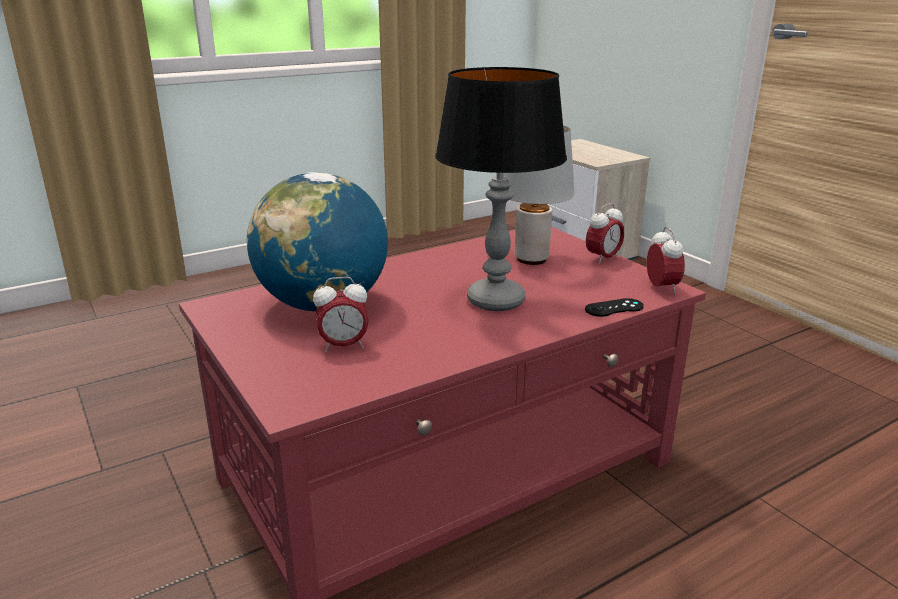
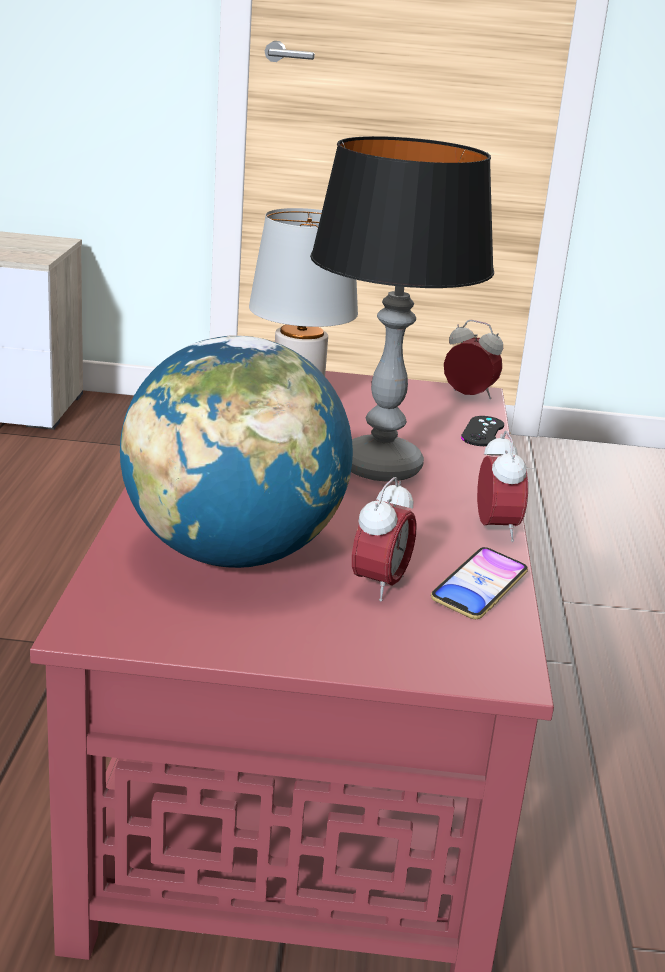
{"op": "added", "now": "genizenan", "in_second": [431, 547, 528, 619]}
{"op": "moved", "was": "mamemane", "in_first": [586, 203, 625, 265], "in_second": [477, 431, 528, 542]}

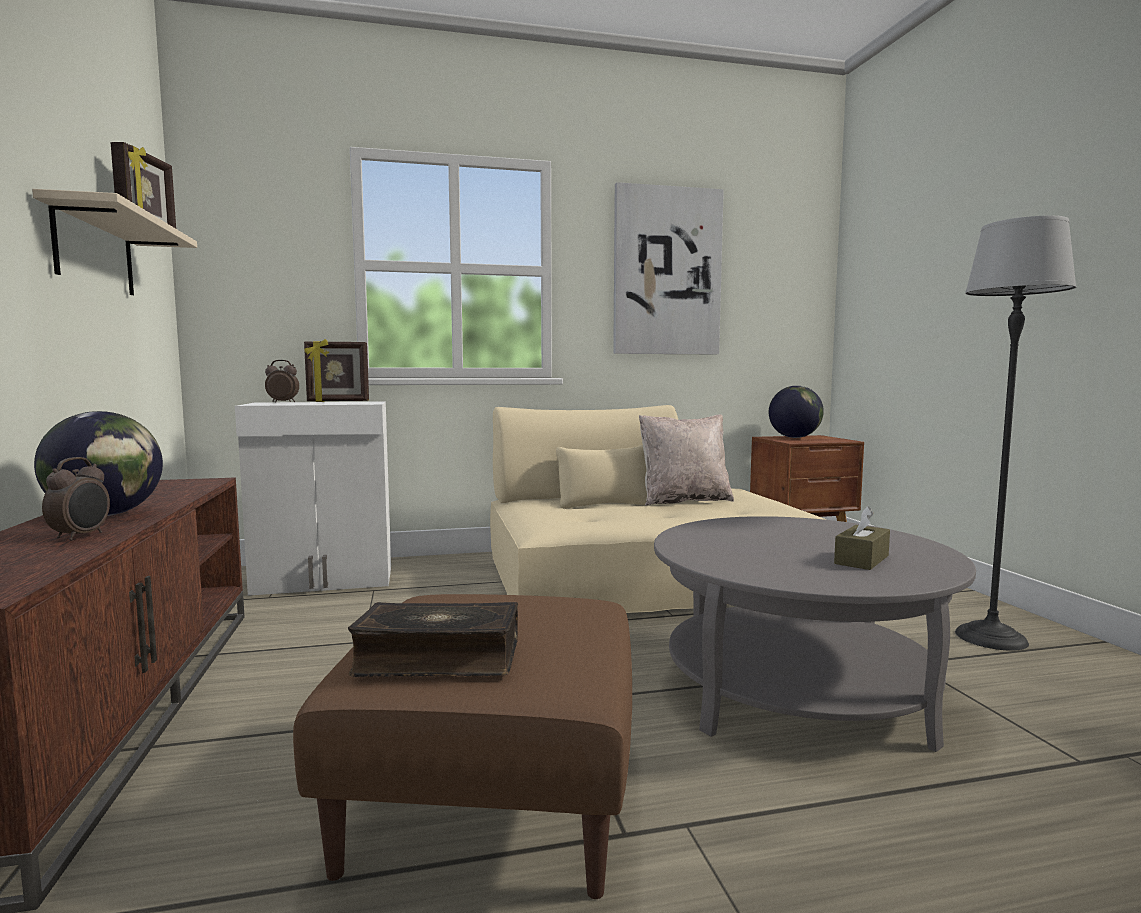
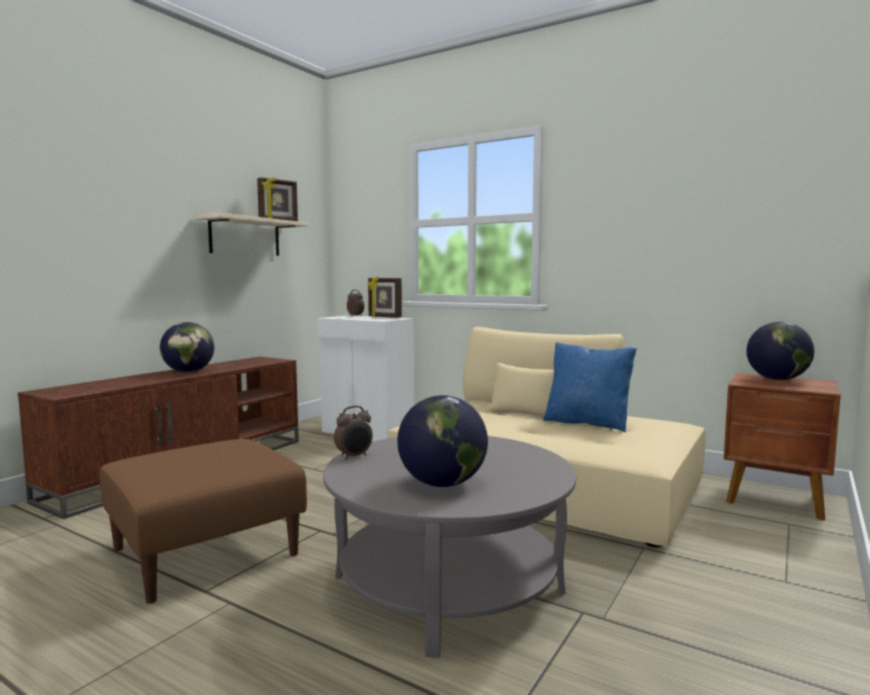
{"op": "removed", "was": "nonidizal", "in_first": [348, 602, 518, 677]}
{"op": "removed", "was": "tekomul", "in_first": [613, 182, 724, 354]}
{"op": "removed", "was": "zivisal", "in_first": [955, 216, 1076, 651]}
{"op": "moved", "was": "mamemane", "in_first": [42, 457, 110, 541], "in_second": [334, 406, 373, 460]}
{"op": "replaced", "was": "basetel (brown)", "now": "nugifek", "in_first": [834, 506, 890, 570], "in_second": [397, 395, 488, 487]}
{"op": "recoloured", "was": "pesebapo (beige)", "now": "pesebapo (blue)", "in_first": [639, 415, 734, 506], "in_second": [543, 342, 637, 432]}

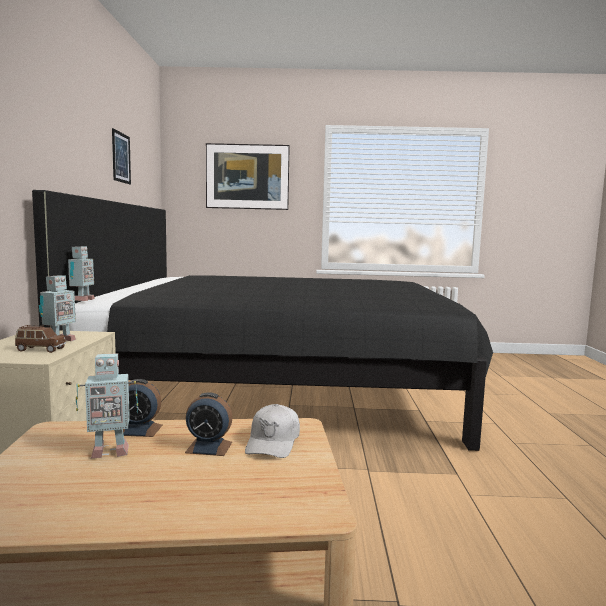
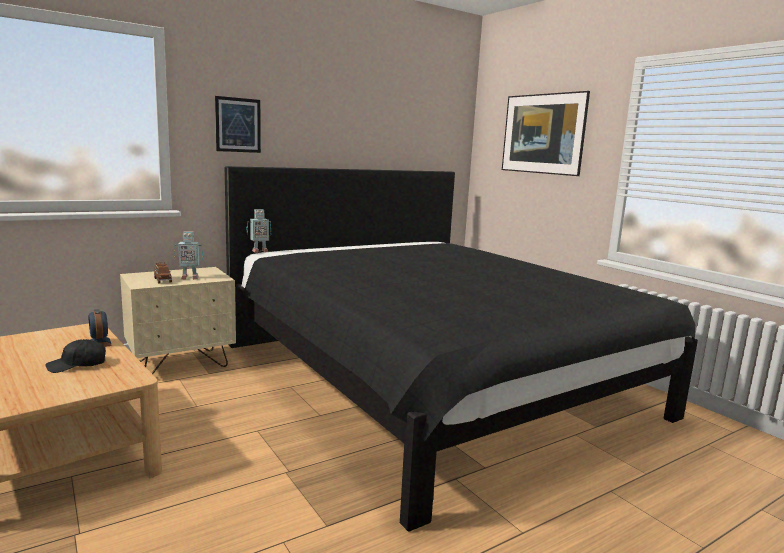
{"op": "removed", "was": "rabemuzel", "in_first": [76, 353, 138, 458]}
{"op": "removed", "was": "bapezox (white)", "in_first": [245, 404, 300, 458]}
{"op": "moved", "was": "tekomul", "in_first": [112, 128, 131, 184], "in_second": [215, 96, 261, 153]}
{"op": "replaced", "was": "mamemane", "now": "bapezox (black)", "in_first": [185, 392, 233, 456], "in_second": [46, 339, 106, 373]}

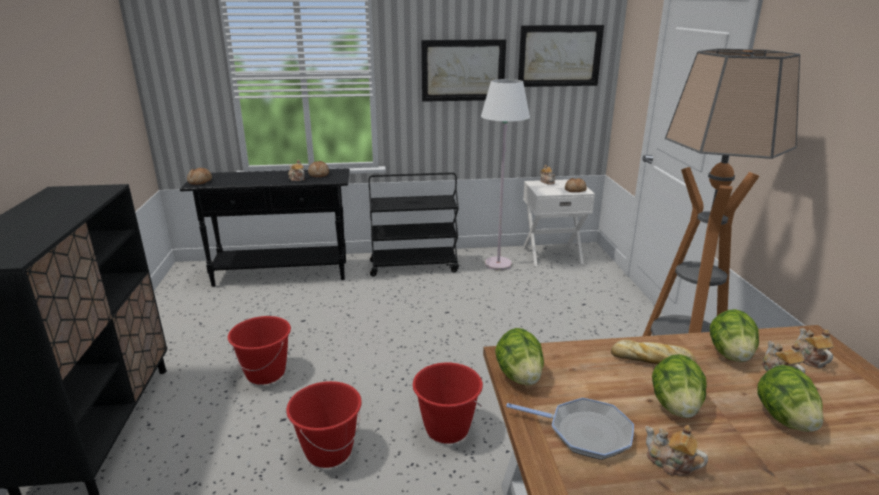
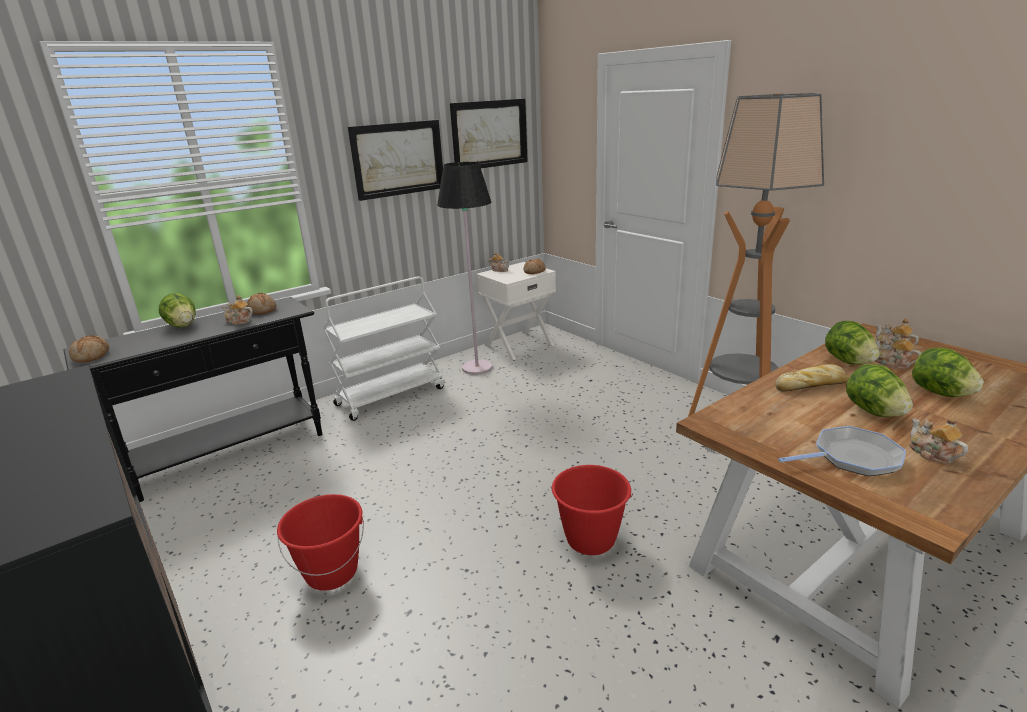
{"op": "removed", "was": "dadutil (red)", "in_first": [286, 381, 362, 468]}
{"op": "moved", "was": "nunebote", "in_first": [495, 328, 544, 385], "in_second": [159, 293, 196, 327]}
{"op": "recoloured", "was": "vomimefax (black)", "now": "vomimefax (white)", "in_first": [369, 172, 459, 277], "in_second": [323, 276, 445, 421]}
{"op": "recoloured", "was": "zivisal (white)", "now": "zivisal (black)", "in_first": [481, 79, 530, 271], "in_second": [437, 162, 492, 375]}
{"op": "turned", "was": "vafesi", "in_first": [645, 425, 708, 476], "in_second": [909, 417, 968, 463], "clockwise": 60}

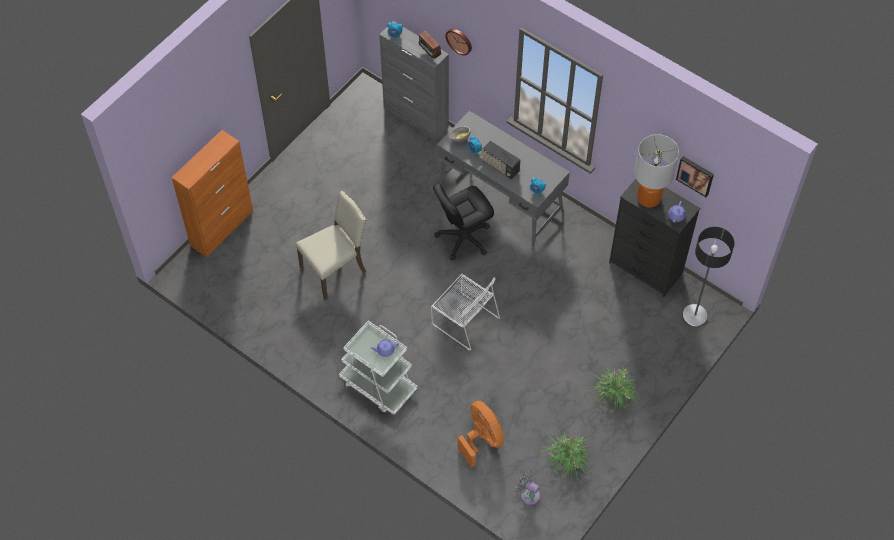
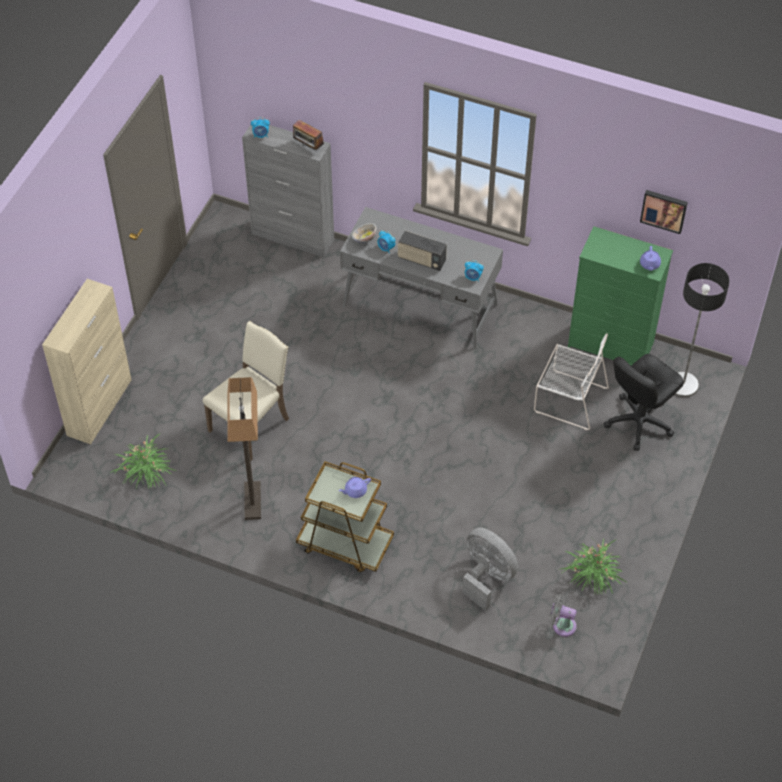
{"op": "removed", "was": "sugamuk", "in_first": [445, 29, 472, 55]}
{"op": "removed", "was": "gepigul", "in_first": [634, 134, 679, 208]}
{"op": "added", "now": "zivisal", "in_second": [227, 377, 261, 520]}
{"op": "moved", "was": "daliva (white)", "in_first": [431, 274, 500, 351], "in_second": [534, 333, 609, 430]}
{"op": "moved", "was": "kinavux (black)", "in_first": [433, 183, 494, 260], "in_second": [604, 354, 684, 451]}
{"op": "moved", "was": "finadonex", "in_first": [590, 365, 640, 411], "in_second": [110, 433, 176, 488]}
{"op": "recoloured", "was": "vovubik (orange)", "now": "vovubik (beige)", "in_first": [172, 130, 253, 257], "in_second": [42, 279, 132, 444]}
{"op": "recoloured", "was": "vomimefax (white)", "now": "vomimefax (brown)", "in_first": [339, 320, 418, 415], "in_second": [296, 461, 394, 573]}
{"op": "recoloured", "was": "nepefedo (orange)", "now": "nepefedo (grey)", "in_first": [458, 401, 504, 468], "in_second": [463, 528, 519, 611]}
{"op": "recoloured", "was": "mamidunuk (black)", "now": "mamidunuk (green)", "in_first": [609, 179, 700, 298], "in_second": [568, 226, 673, 366]}

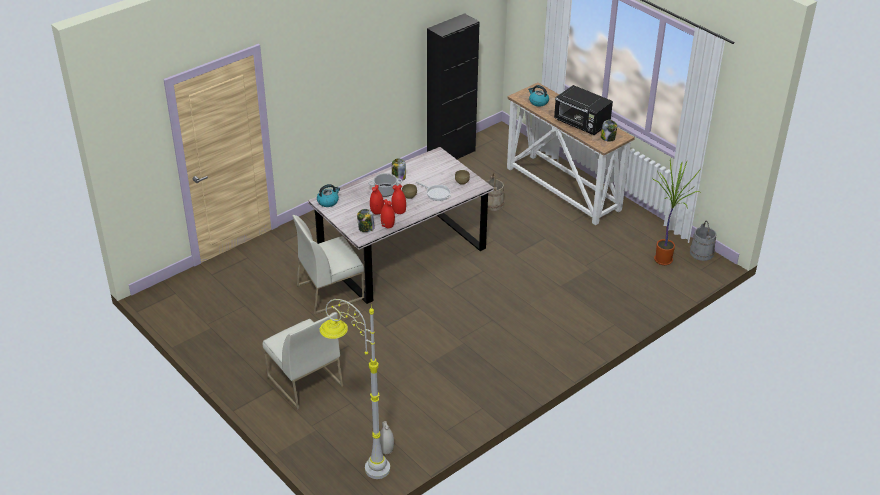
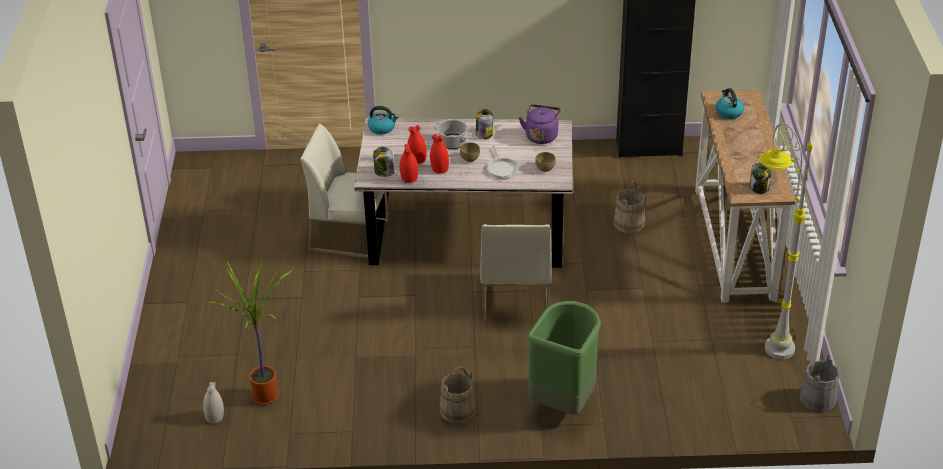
{"op": "removed", "was": "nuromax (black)", "in_first": [554, 85, 613, 135]}
{"op": "added", "now": "dadutil (beige)", "in_second": [440, 366, 476, 424]}
{"op": "added", "now": "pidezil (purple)", "in_second": [519, 104, 561, 144]}
{"op": "added", "now": "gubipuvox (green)", "in_second": [527, 301, 601, 415]}
{"op": "moved", "was": "daliva (white)", "in_first": [263, 312, 343, 410], "in_second": [481, 224, 552, 321]}
{"op": "moved", "was": "zivisal (grey)", "in_first": [320, 299, 390, 479], "in_second": [759, 123, 813, 359]}
{"op": "moved", "was": "finadonex", "in_first": [652, 159, 702, 265], "in_second": [209, 256, 294, 405]}

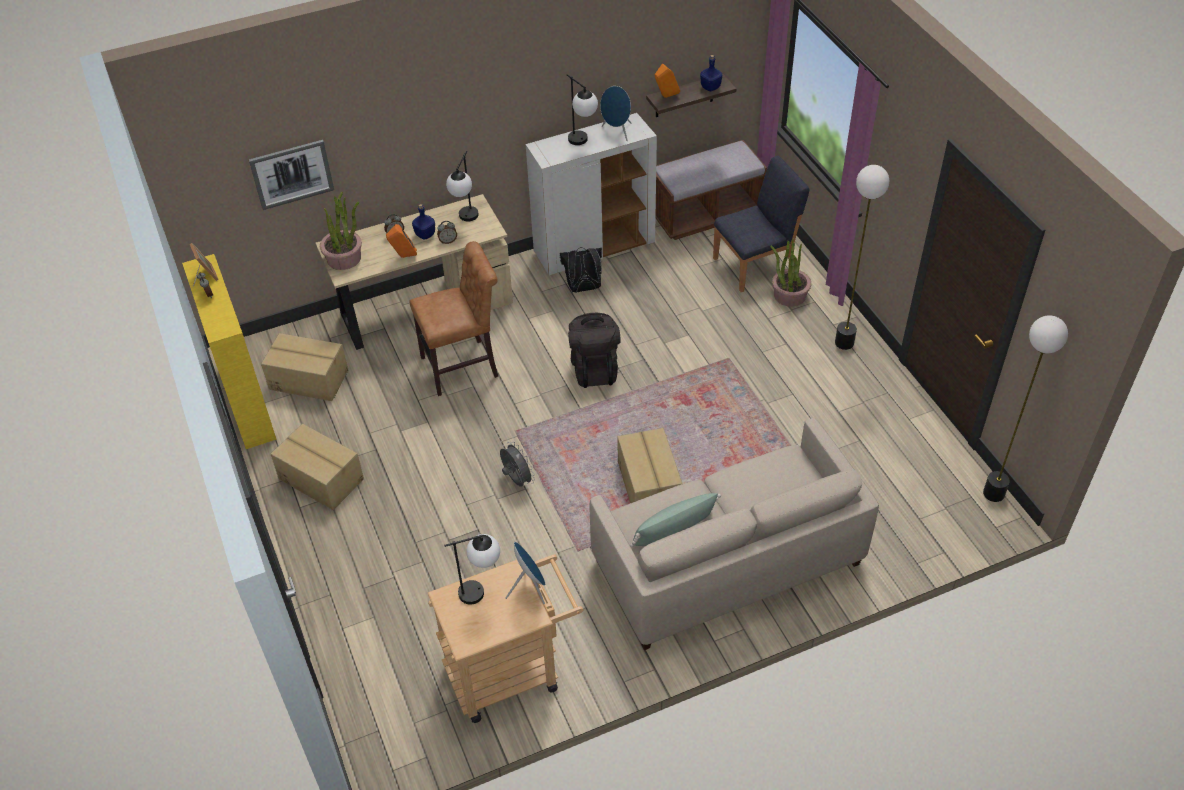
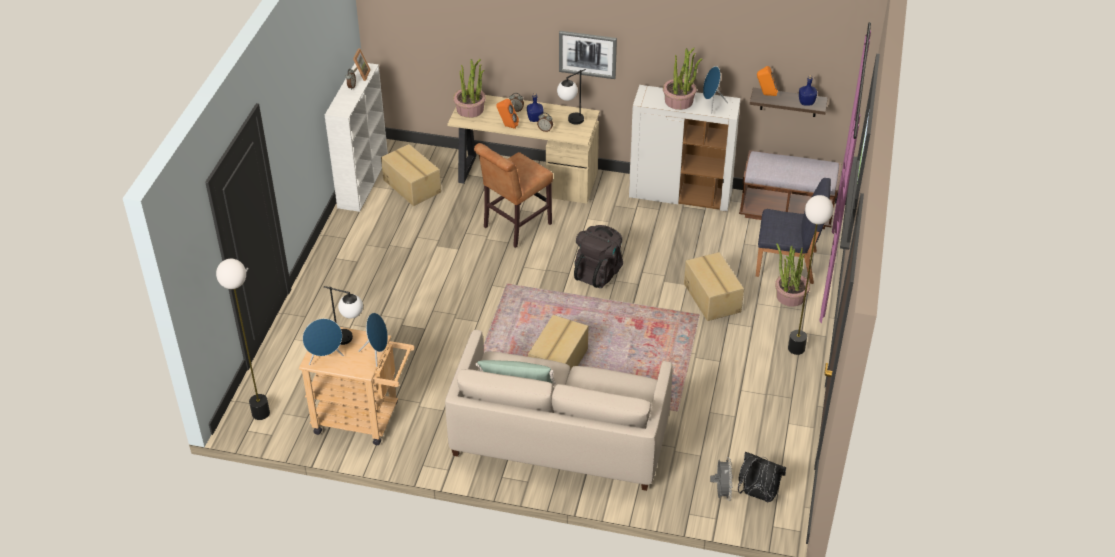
{"op": "added", "now": "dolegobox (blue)", "in_second": [303, 319, 344, 365]}
{"op": "moved", "was": "tekomul", "in_first": [249, 140, 334, 210], "in_second": [559, 31, 617, 79]}
{"op": "moved", "was": "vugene", "in_first": [271, 424, 364, 510], "in_second": [684, 252, 744, 321]}
{"op": "moved", "was": "nepefedo (grey)", "in_first": [500, 442, 535, 487], "in_second": [710, 457, 733, 501]}
{"op": "moved", "was": "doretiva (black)", "in_first": [559, 247, 602, 292], "in_second": [738, 452, 786, 502]}
{"op": "moved", "was": "zivisal", "in_first": [983, 315, 1068, 502], "in_second": [216, 259, 270, 420]}
{"op": "replaced", "was": "gepigul", "now": "finadonex", "in_first": [567, 74, 598, 145], "in_second": [663, 48, 702, 110]}
{"op": "recoloured", "was": "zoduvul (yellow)", "now": "zoduvul (white)", "in_first": [182, 254, 277, 449], "in_second": [325, 63, 388, 212]}
{"op": "turned", "was": "daliva (brown)", "in_first": [409, 241, 498, 396], "in_second": [474, 143, 553, 248], "clockwise": 120}

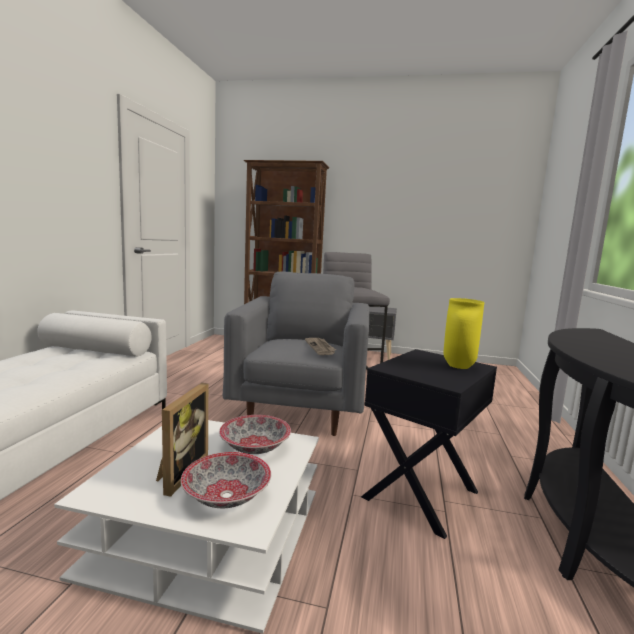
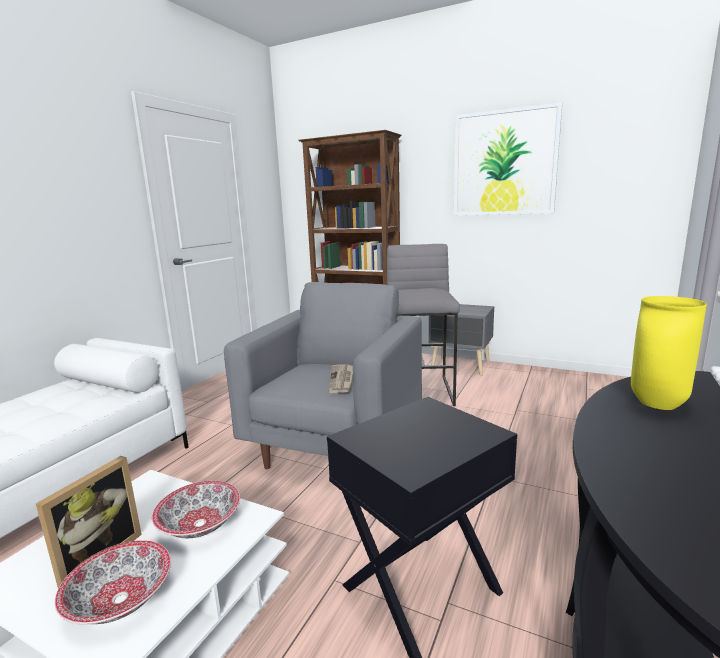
{"op": "added", "now": "tekomul", "in_second": [454, 102, 562, 216]}
{"op": "moved", "was": "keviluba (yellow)", "in_first": [443, 298, 484, 369], "in_second": [631, 296, 707, 410]}

